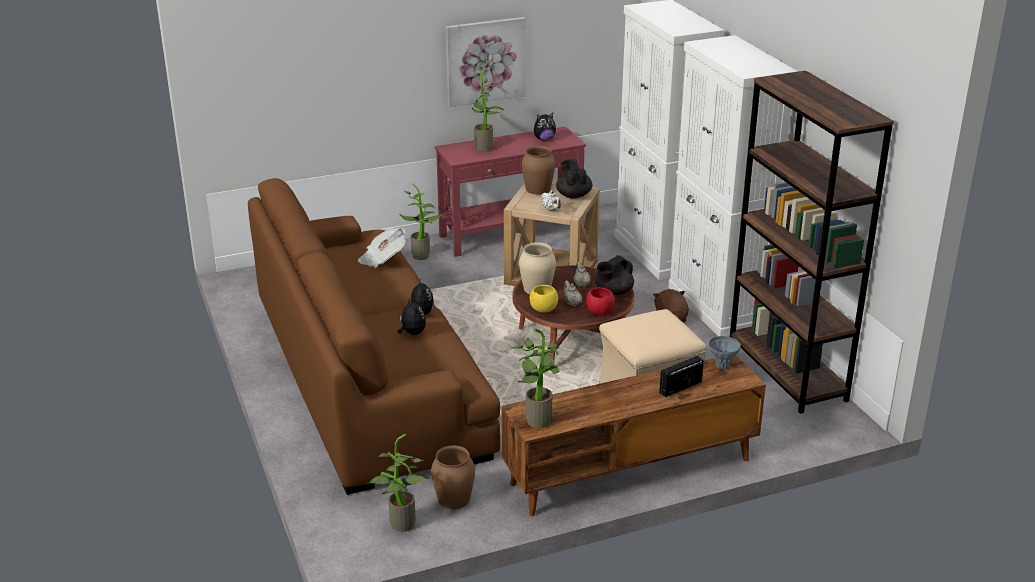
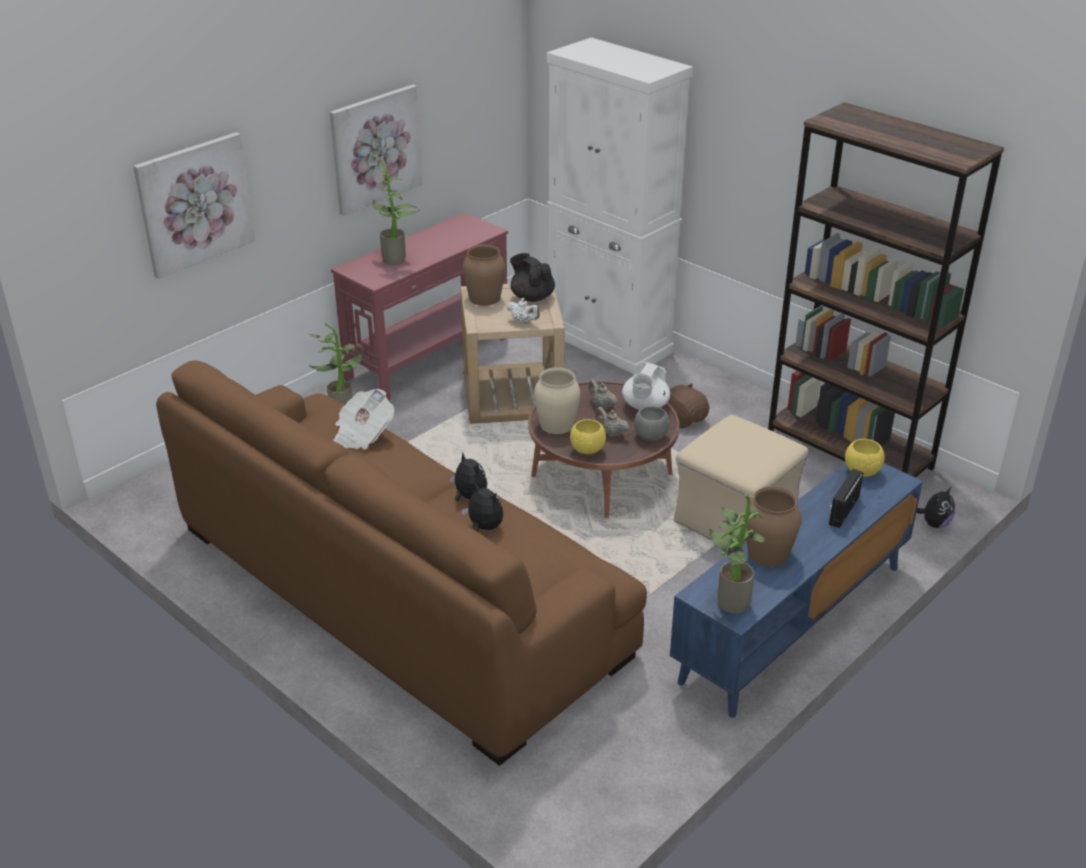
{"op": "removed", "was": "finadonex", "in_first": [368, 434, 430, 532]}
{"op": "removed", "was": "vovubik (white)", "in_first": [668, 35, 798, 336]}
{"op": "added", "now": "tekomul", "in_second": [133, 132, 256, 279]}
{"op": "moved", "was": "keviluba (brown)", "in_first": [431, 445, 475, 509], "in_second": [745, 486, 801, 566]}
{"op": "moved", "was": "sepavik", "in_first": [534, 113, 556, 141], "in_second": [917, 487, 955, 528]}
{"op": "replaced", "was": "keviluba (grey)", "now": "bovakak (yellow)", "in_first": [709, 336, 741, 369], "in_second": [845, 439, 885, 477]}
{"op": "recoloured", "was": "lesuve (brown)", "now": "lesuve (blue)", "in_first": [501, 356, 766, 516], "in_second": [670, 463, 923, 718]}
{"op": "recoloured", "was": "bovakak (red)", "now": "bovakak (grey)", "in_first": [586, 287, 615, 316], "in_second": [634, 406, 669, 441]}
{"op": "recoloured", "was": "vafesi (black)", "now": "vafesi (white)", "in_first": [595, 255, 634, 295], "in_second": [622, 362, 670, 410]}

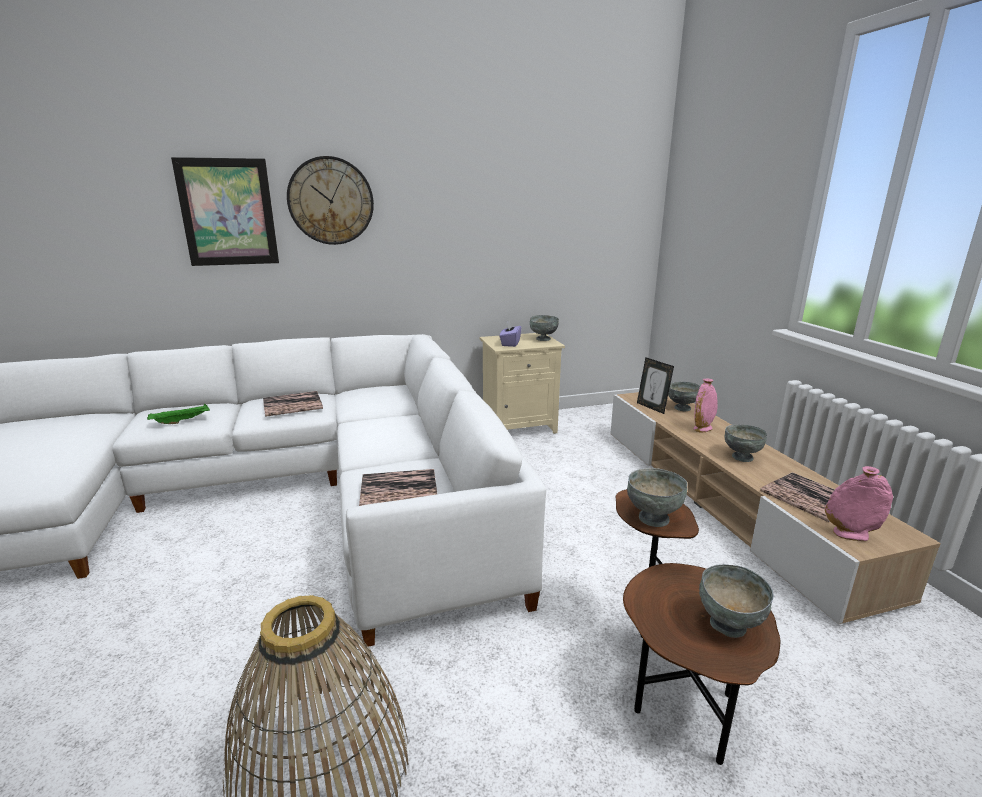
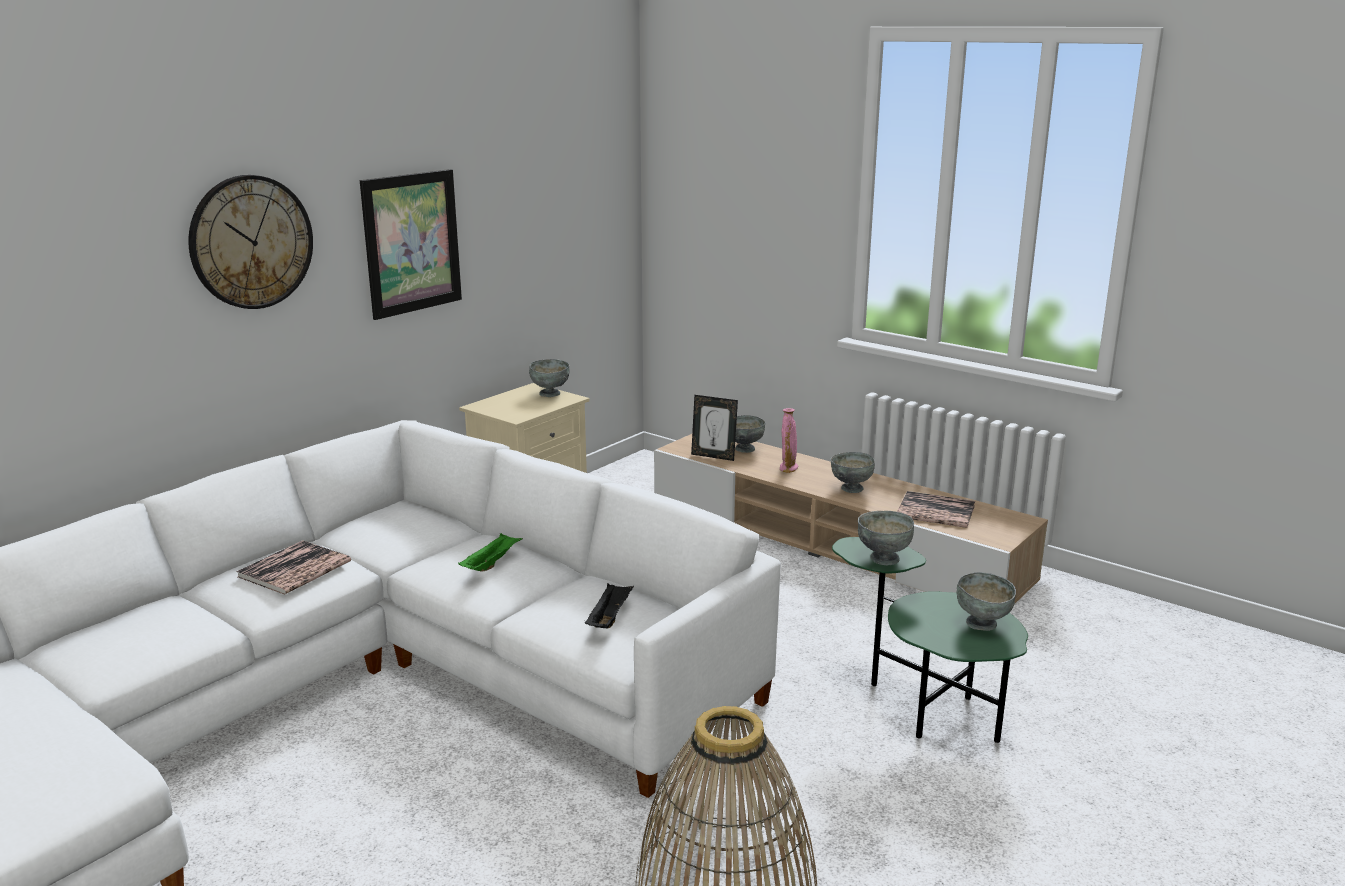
{"op": "removed", "was": "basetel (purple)", "in_first": [499, 321, 522, 347]}
{"op": "removed", "was": "keviluba (pink)", "in_first": [825, 466, 893, 541]}
{"op": "moved", "was": "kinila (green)", "in_first": [147, 404, 210, 424], "in_second": [458, 533, 523, 572]}
{"op": "moved", "was": "tekomul", "in_first": [171, 157, 279, 266], "in_second": [360, 169, 462, 320]}
{"op": "replaced", "was": "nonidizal", "now": "kinila (black)", "in_first": [359, 469, 437, 506], "in_second": [585, 583, 634, 629]}
{"op": "recoloured", "was": "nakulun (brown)", "now": "nakulun (green)", "in_first": [616, 489, 780, 765], "in_second": [832, 537, 1028, 743]}

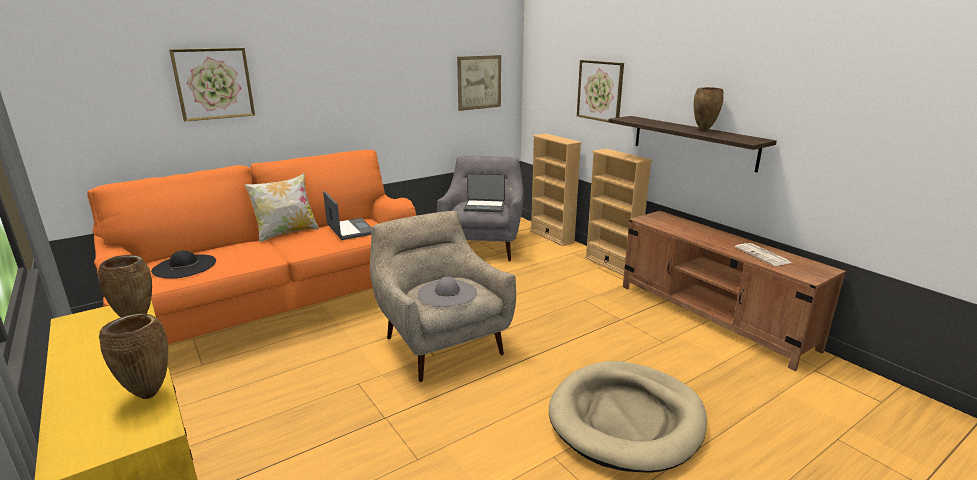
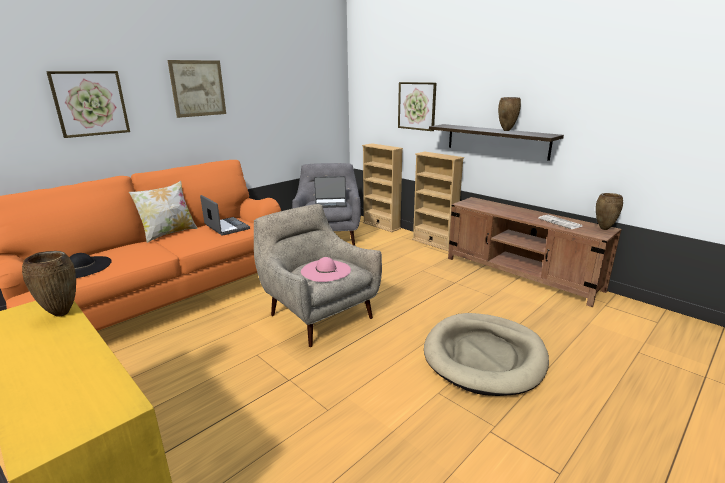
{"op": "moved", "was": "keviluba (brown)", "in_first": [99, 314, 168, 399], "in_second": [596, 193, 623, 230]}
{"op": "moved", "was": "tekomul", "in_first": [457, 55, 501, 111], "in_second": [167, 60, 226, 118]}
{"op": "recoloured", "was": "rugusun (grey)", "now": "rugusun (pink)", "in_first": [417, 277, 477, 307], "in_second": [301, 257, 351, 282]}

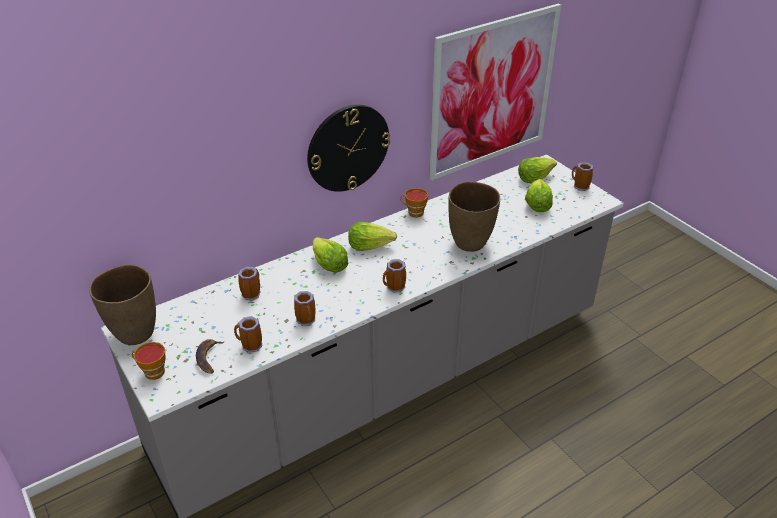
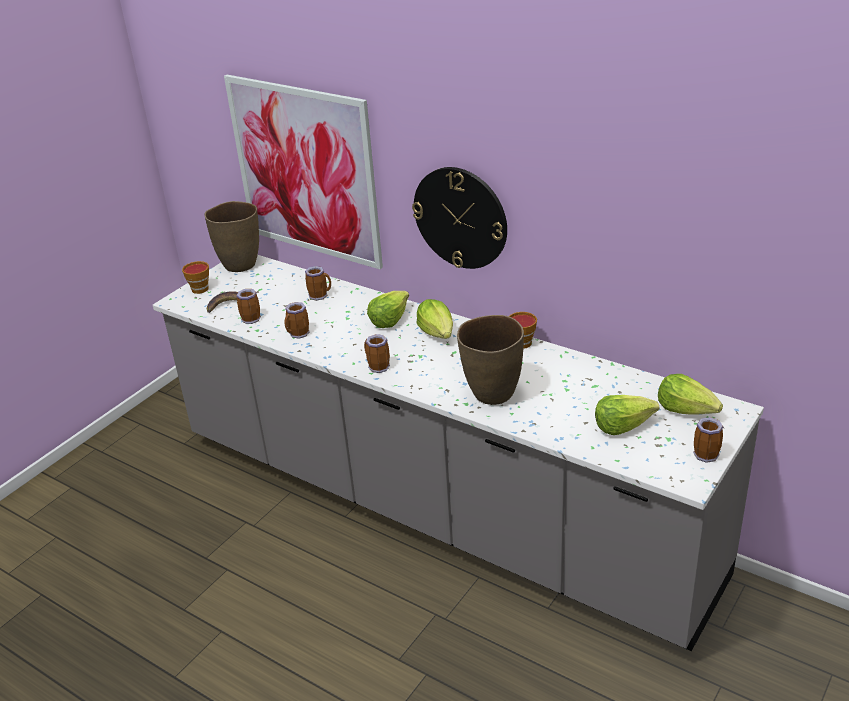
{"op": "moved", "was": "tekomul", "in_first": [429, 3, 561, 180], "in_second": [224, 75, 383, 269]}

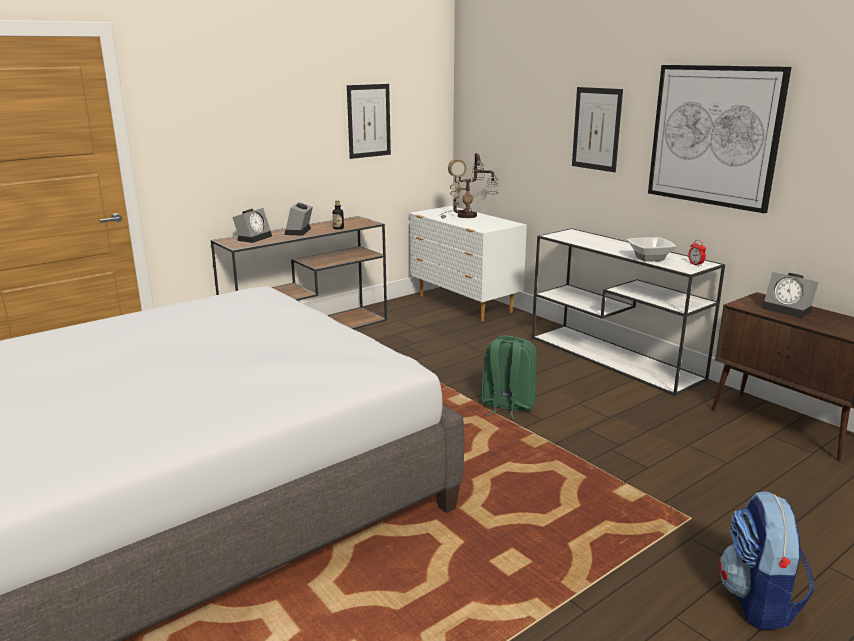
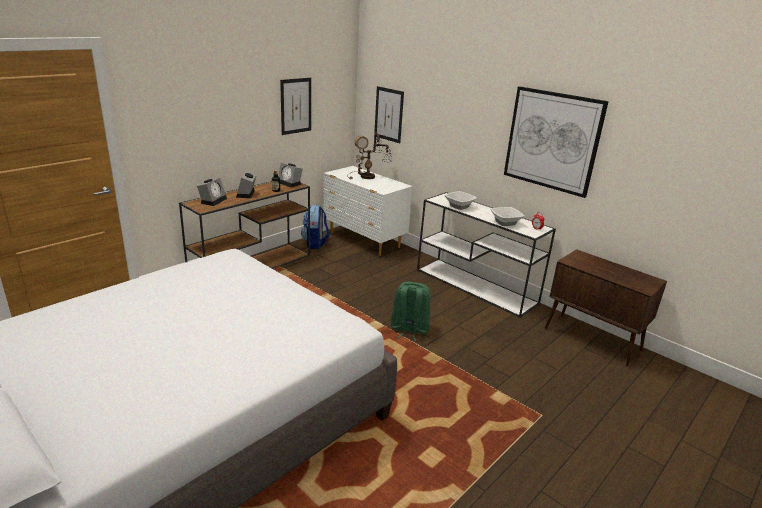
{"op": "added", "now": "bovakak", "in_second": [445, 191, 477, 210]}
{"op": "moved", "was": "tekomul", "in_first": [572, 87, 623, 172], "in_second": [374, 86, 404, 143]}
{"op": "moved", "was": "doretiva", "in_first": [719, 491, 815, 630], "in_second": [301, 204, 329, 249]}
{"op": "moved", "was": "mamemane", "in_first": [762, 272, 818, 318], "in_second": [278, 163, 303, 187]}

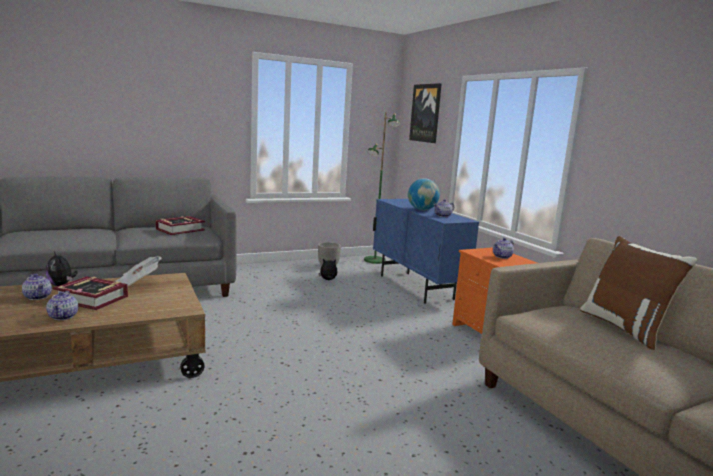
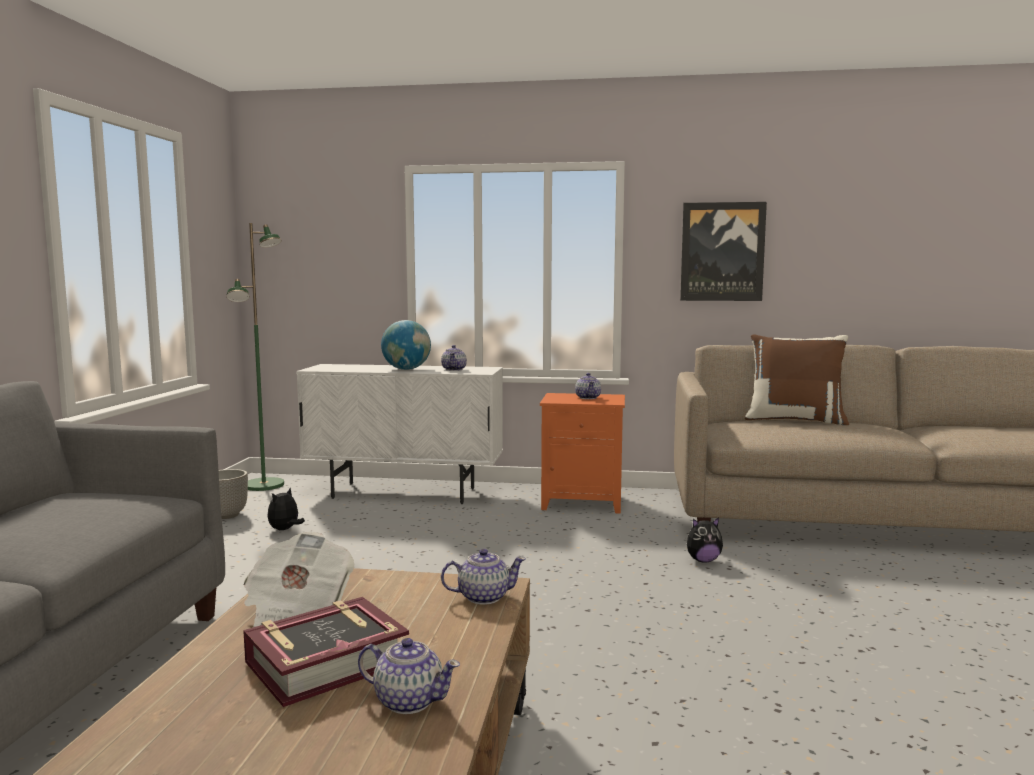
{"op": "removed", "was": "nonidizal", "in_first": [156, 216, 205, 235]}
{"op": "moved", "was": "vafesi", "in_first": [22, 274, 52, 300], "in_second": [441, 549, 526, 605]}
{"op": "moved", "was": "sepavik", "in_first": [46, 252, 77, 286], "in_second": [687, 518, 723, 563]}
{"op": "moved", "was": "tekomul", "in_first": [409, 83, 442, 143], "in_second": [680, 202, 767, 301]}
{"op": "recoloured", "was": "vovubik (blue)", "now": "vovubik (white)", "in_first": [373, 199, 479, 304], "in_second": [296, 364, 503, 504]}

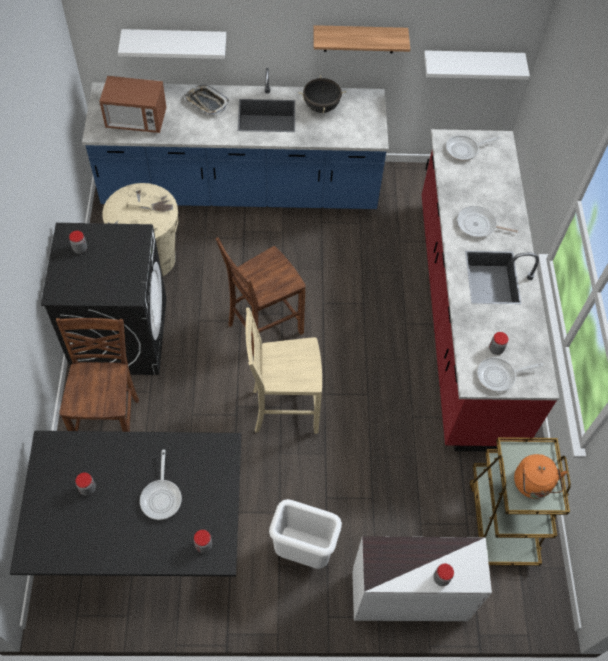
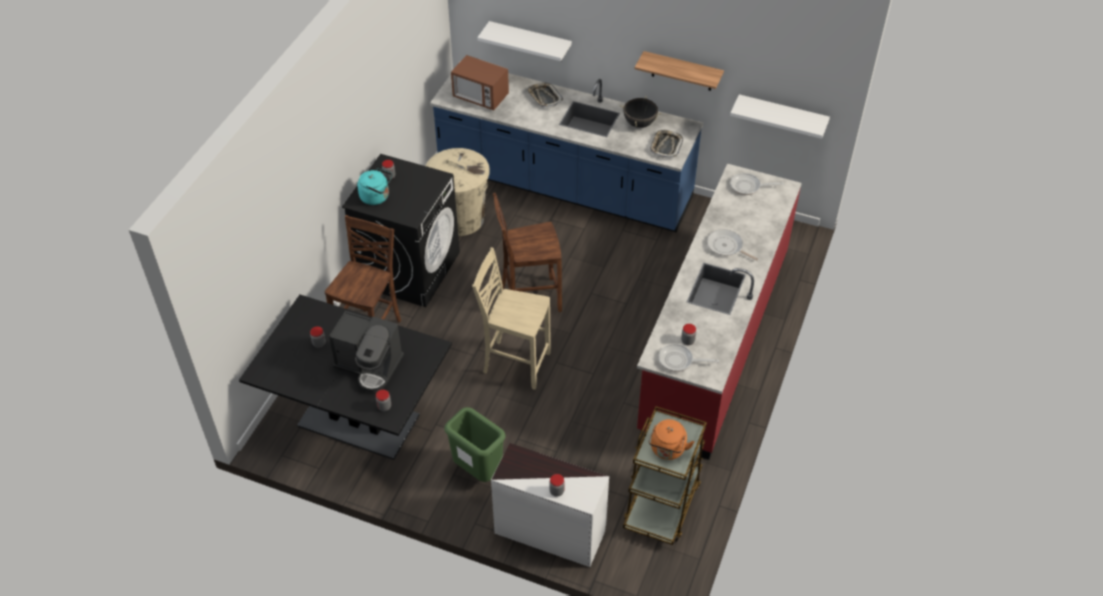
{"op": "added", "now": "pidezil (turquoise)", "in_second": [357, 168, 392, 205]}
{"op": "added", "now": "kinila", "in_second": [650, 130, 683, 158]}
{"op": "replaced", "was": "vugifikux", "now": "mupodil", "in_first": [140, 450, 182, 520], "in_second": [329, 311, 404, 392]}
{"op": "recoloured", "was": "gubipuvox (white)", "now": "gubipuvox (green)", "in_first": [269, 499, 342, 569], "in_second": [444, 407, 506, 482]}

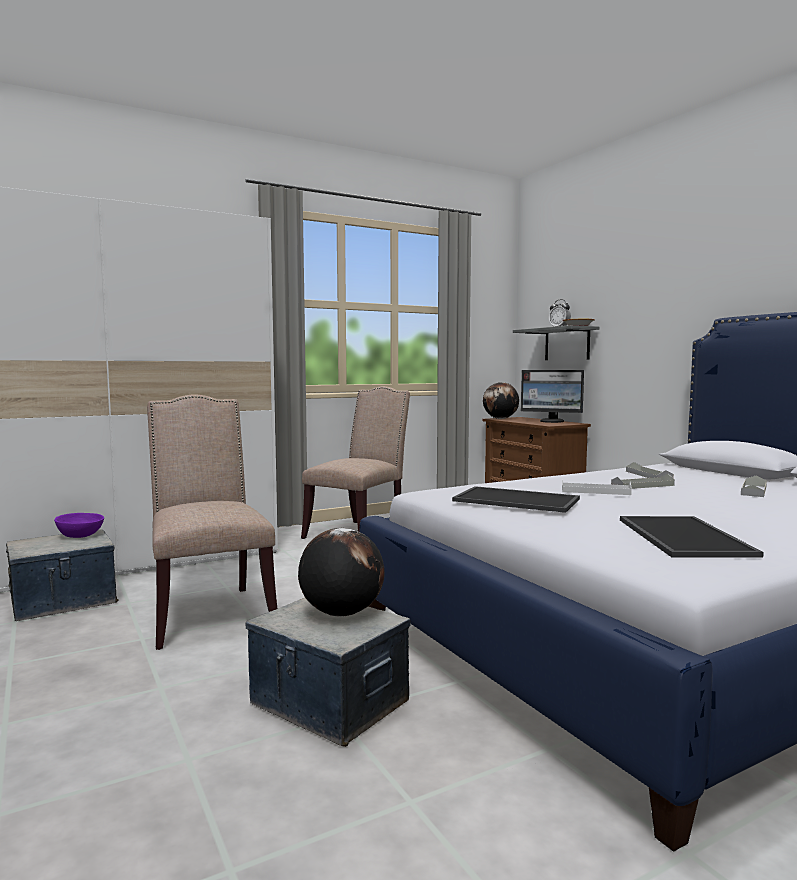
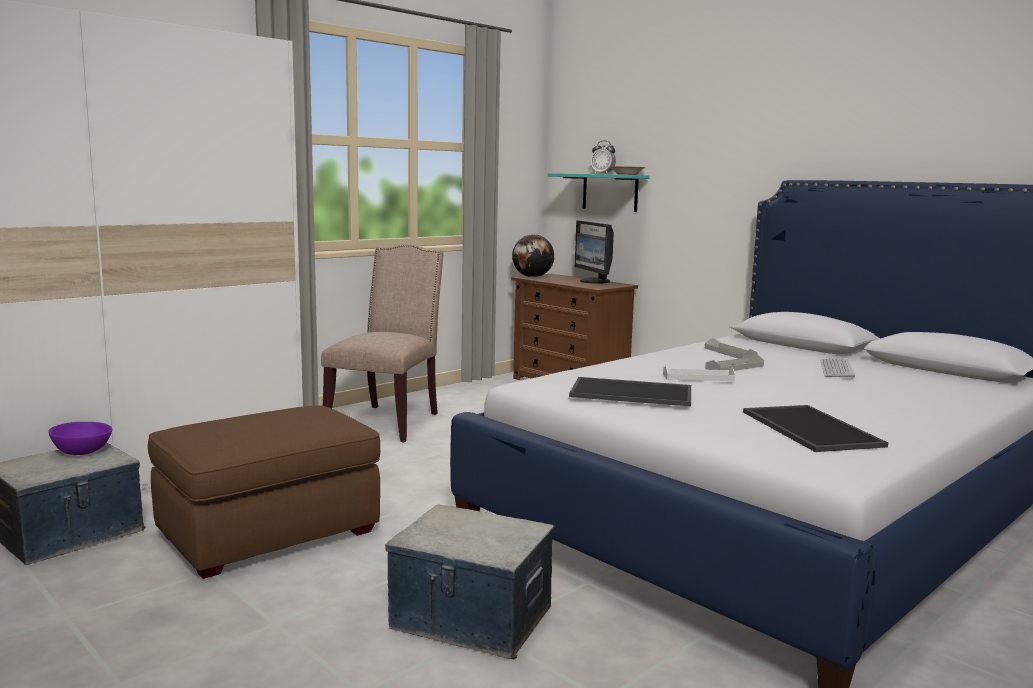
{"op": "removed", "was": "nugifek", "in_first": [298, 528, 385, 617]}
{"op": "replaced", "was": "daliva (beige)", "now": "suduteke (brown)", "in_first": [147, 394, 277, 650], "in_second": [148, 405, 380, 579]}
{"op": "replaced", "was": "kinila (grey)", "now": "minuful", "in_first": [741, 475, 767, 497], "in_second": [820, 358, 855, 378]}
{"op": "recoloured", "was": "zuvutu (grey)", "now": "zuvutu (turquoise)", "in_first": [513, 325, 599, 360], "in_second": [548, 173, 650, 212]}
{"op": "turned", "was": "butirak", "in_first": [521, 370, 584, 423], "in_second": [575, 221, 614, 284], "clockwise": 60}

